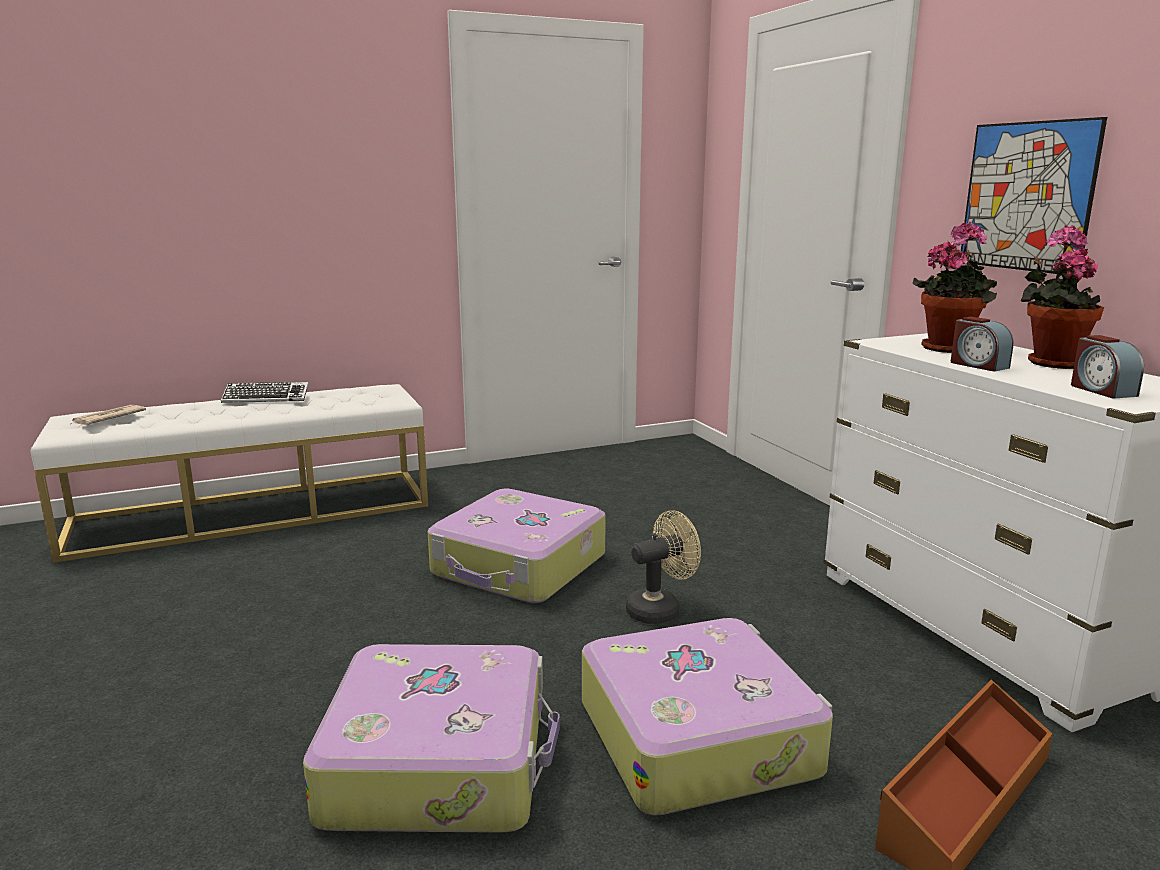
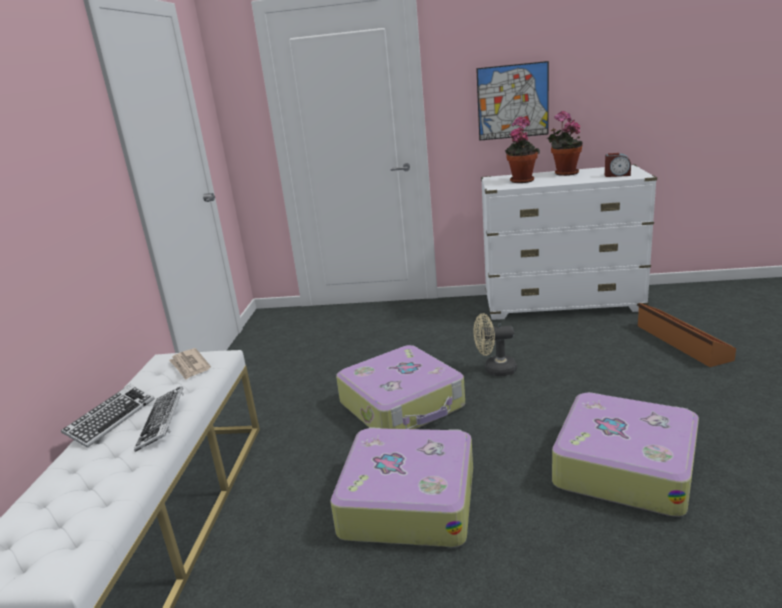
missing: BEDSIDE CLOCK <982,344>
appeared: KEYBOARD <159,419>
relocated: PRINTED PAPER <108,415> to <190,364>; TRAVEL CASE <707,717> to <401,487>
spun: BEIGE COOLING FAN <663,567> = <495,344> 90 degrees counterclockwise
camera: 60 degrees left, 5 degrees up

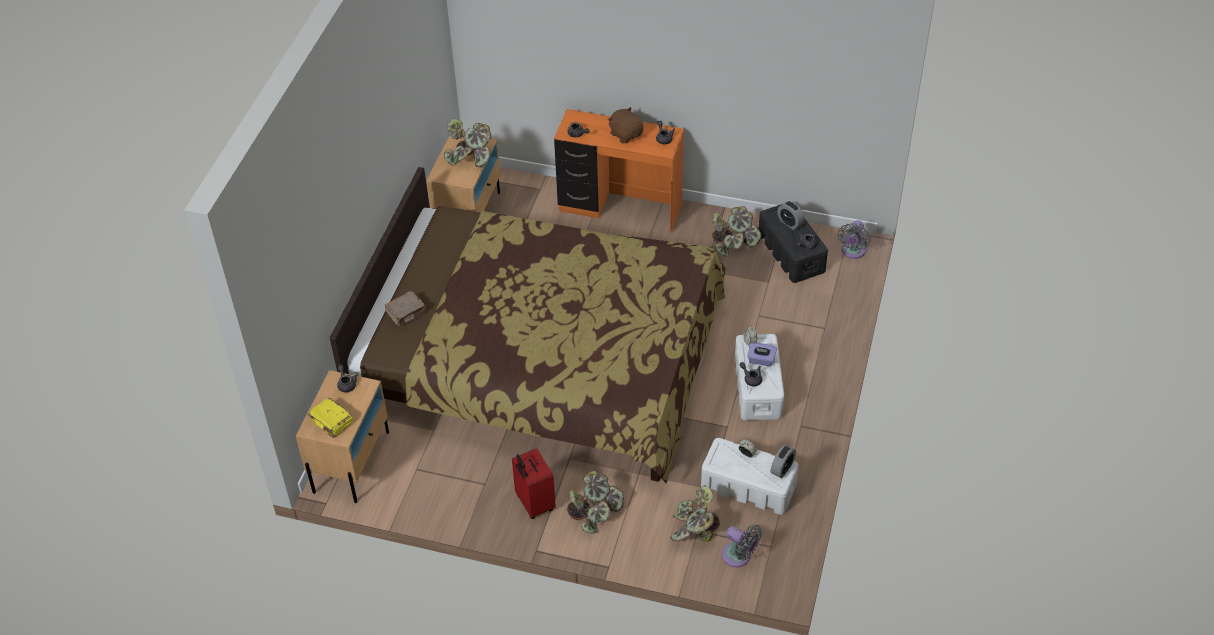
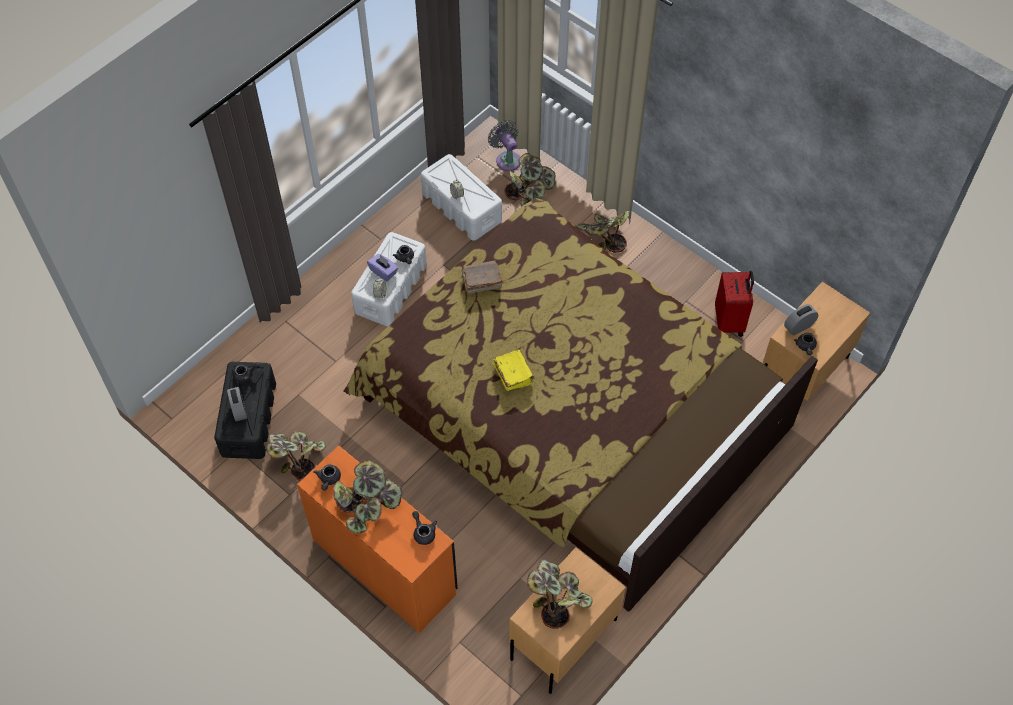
missing: GRAY COOLING FAN <854,239>
relocated: YELLOW-COLOURED VOLUME <330,418> to <514,370>; BROWN VOLUME <406,308> to <482,277>; RED TRAVEL CASE <534,483> to <734,303>; BEDSIDE CLOCK <783,461> to <801,319>
exchanged: BROWN CUDDLY TOY <626,125> to HOUSEPLANT <367,496>
camera: 155 degrees left, 10 degrees up

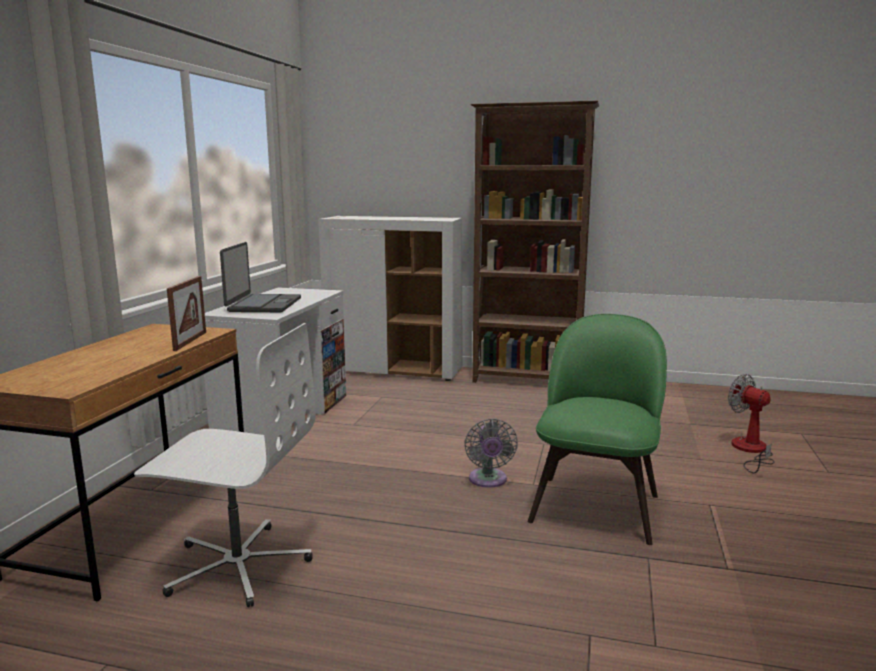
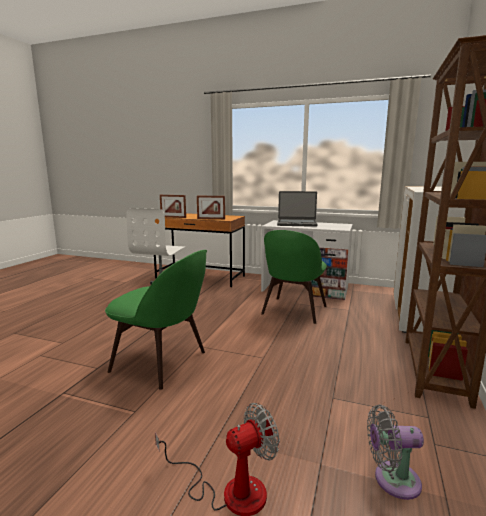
appeared: PHOTO FRAME <173,206>; GREEN CHAIR <294,277>
relocated: GRAY COOLING FAN <491,453> to <395,452>
camera: 95 degrees right, 0 degrees up

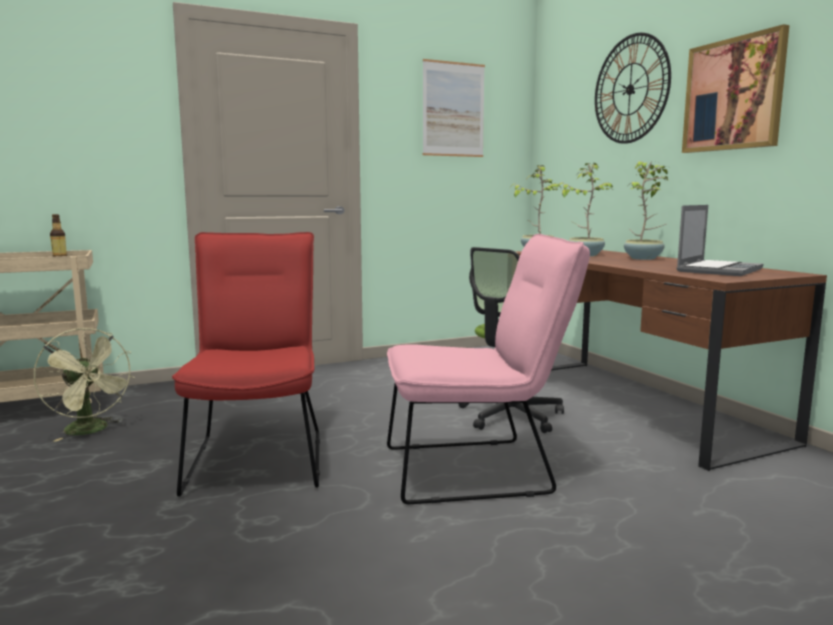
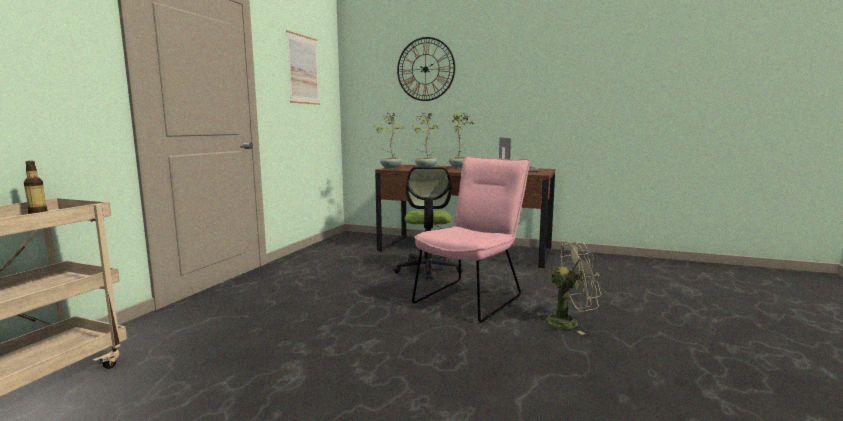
missing: RED CHAIR <246,364>; WALL PICTURE <736,88>
relocated: GREEN COOLING FAN <84,385> to <568,287>
camera: 45 degrees left, 0 degrees up

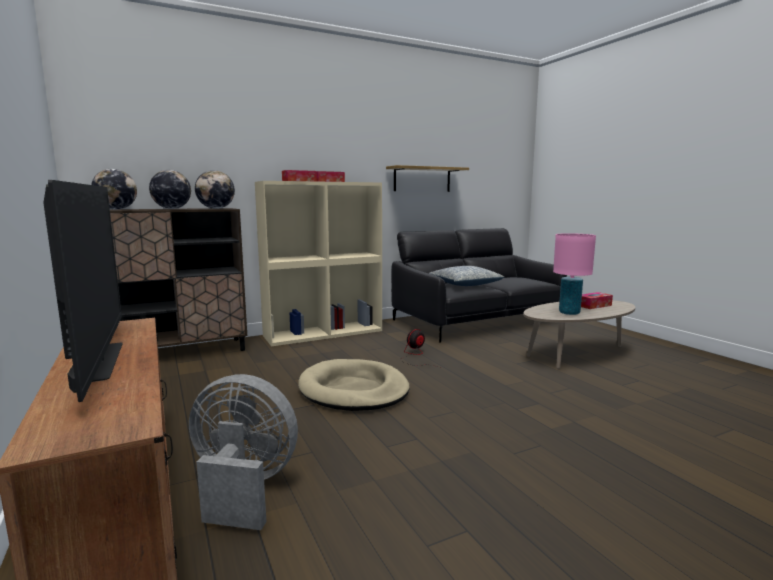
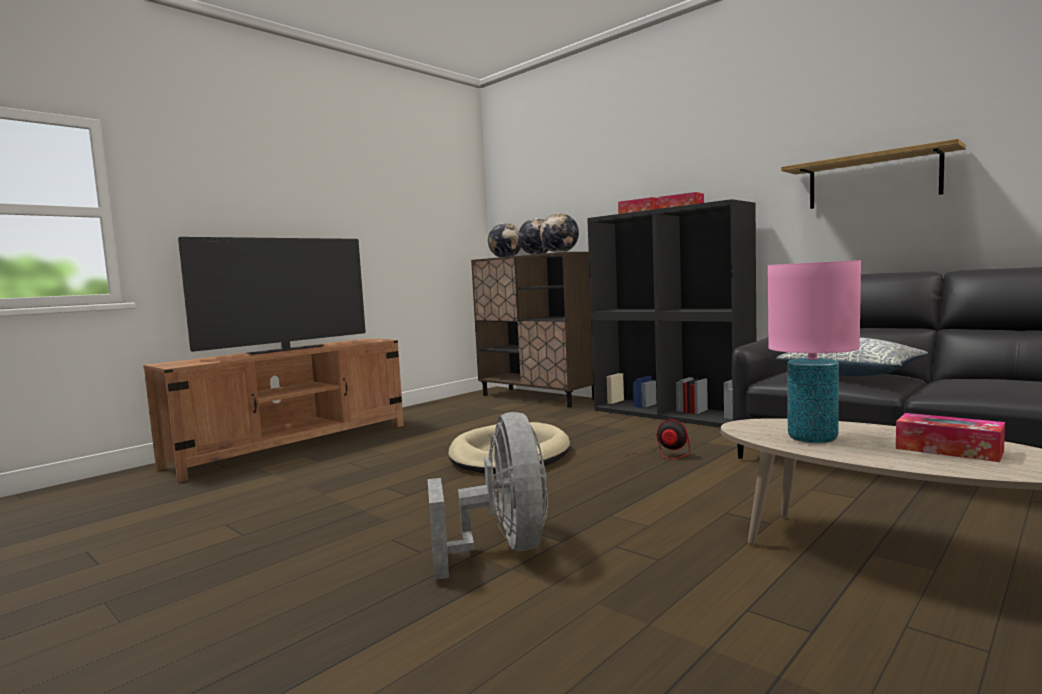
relocated: GRAY COOLING FAN <243,452> to <488,496>
colour: BEIGE BOOKSHELF <318,263> to BLACKISH BOOKSHELF <671,313>
camera: 70 degrees right, 5 degrees down

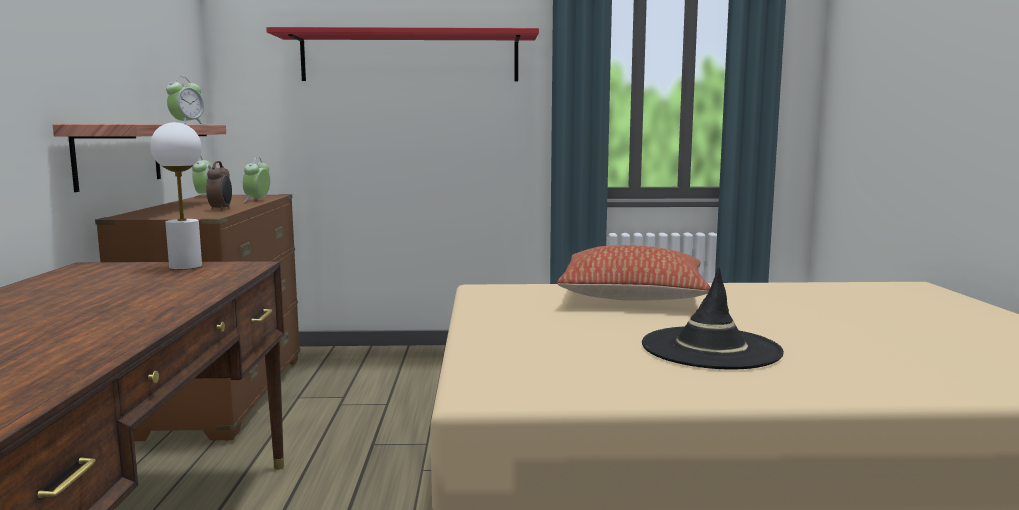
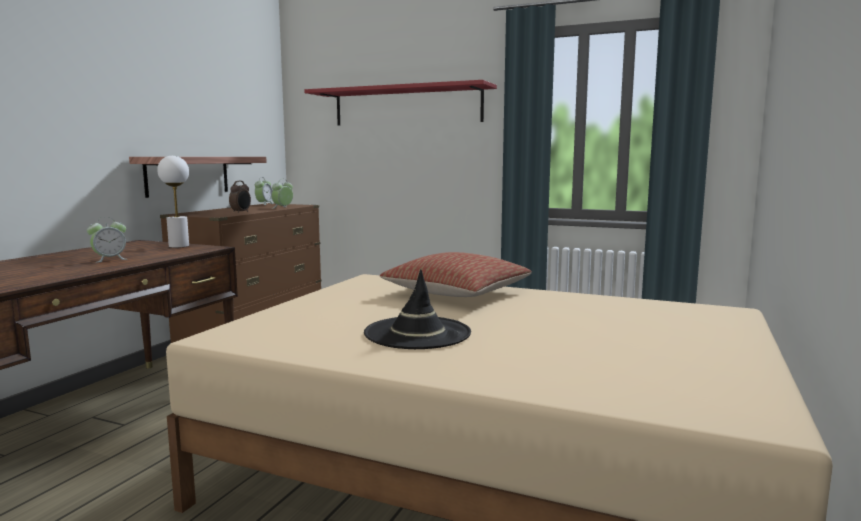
relocated: BEDSIDE CLOCK <185,100> to <107,240>
camera: 25 degrees right, 0 degrees up

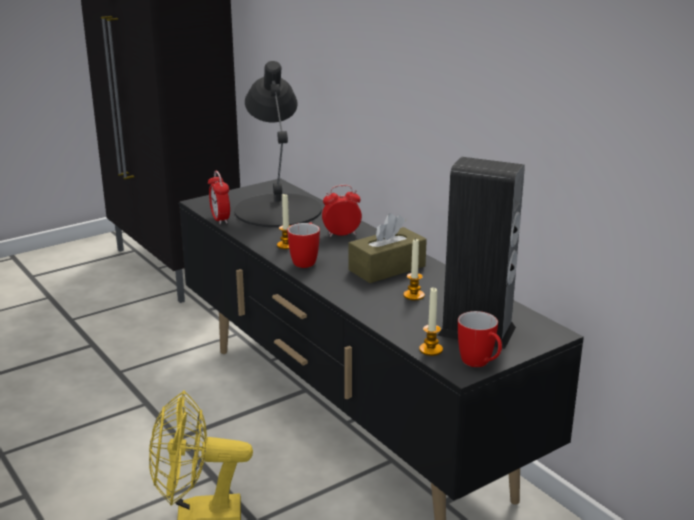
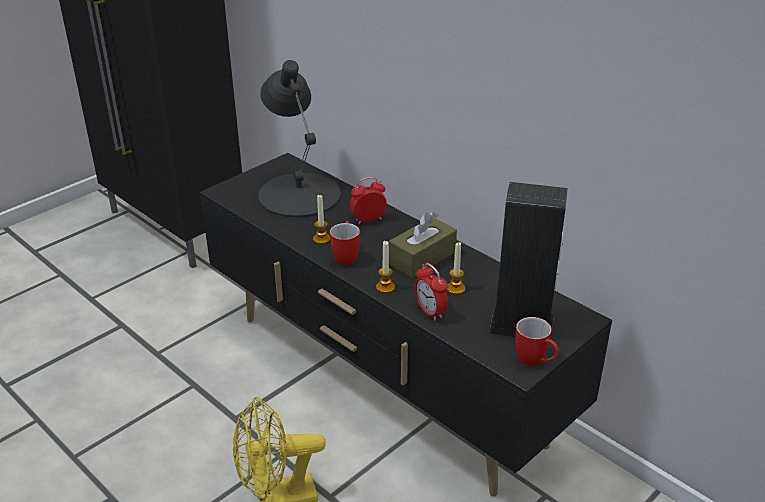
relocated: BEDSIDE CLOCK <219,198> to <431,292>; WAX LIGHT <431,322> to <385,267>
camera: 10 degrees left, 10 degrees up

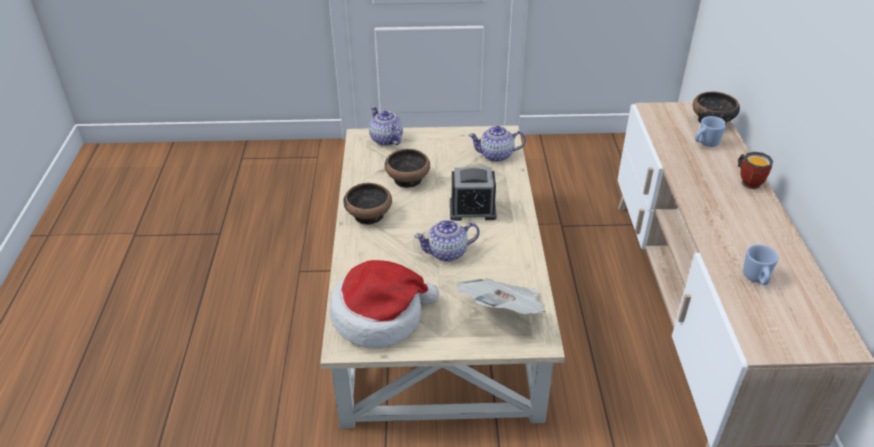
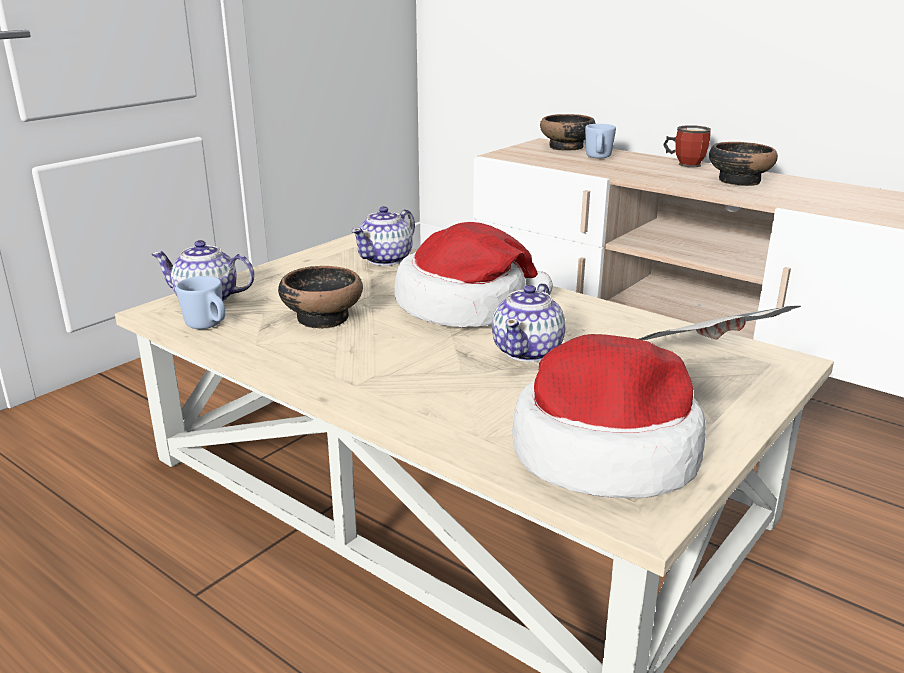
relocated: BOWL <368,204> to <743,164>; BLUISH MUG <761,264> to <200,302>
exchanged: BEDSIDE CLOCK <473,194> to CLOTHING HAT <473,275>
camera: 50 degrees left, 15 degrees down

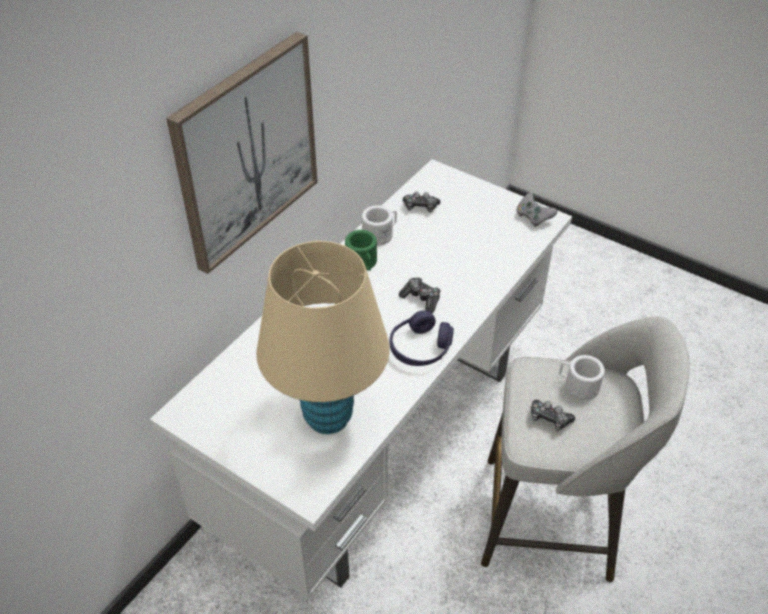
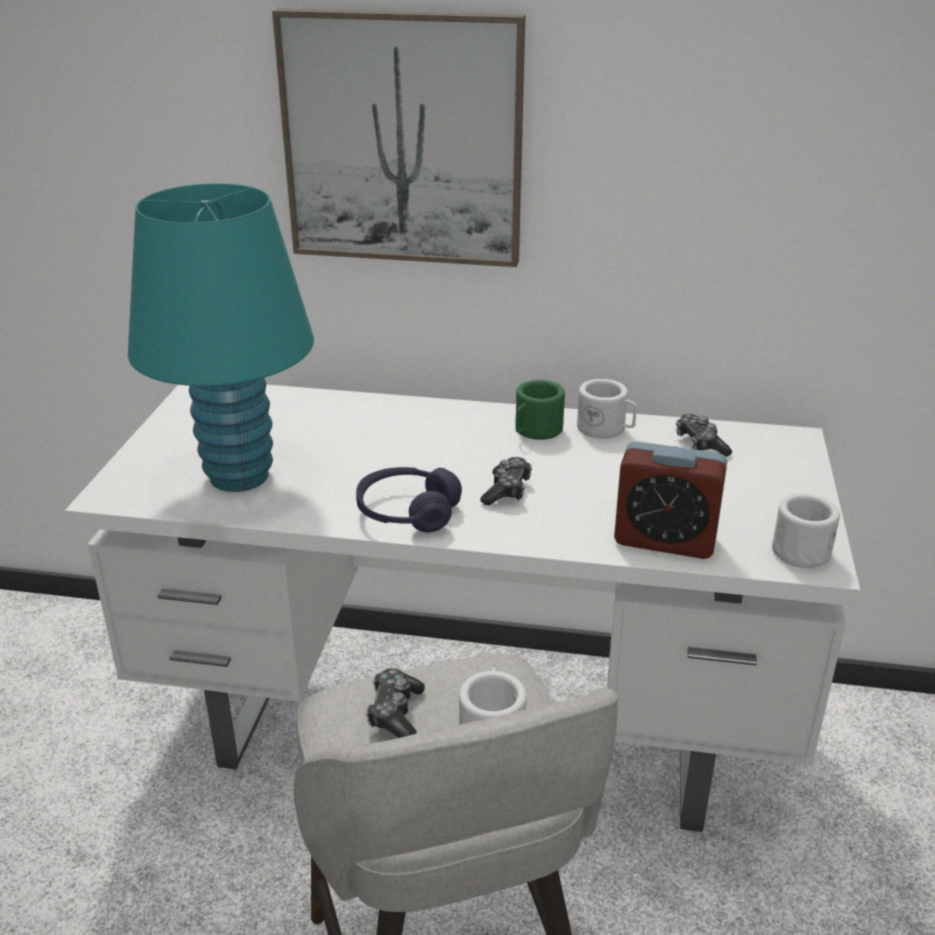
appeared: BEDSIDE CLOCK <670,500>
exchanged: GRAY GAMEPAD <537,209> to WHITE-COLOURED MUG <806,530>
colour: BEIGE TABLE LAMP <323,337> to TURQUOISE TABLE LAMP <221,337>
camera: 65 degrees right, 15 degrees down

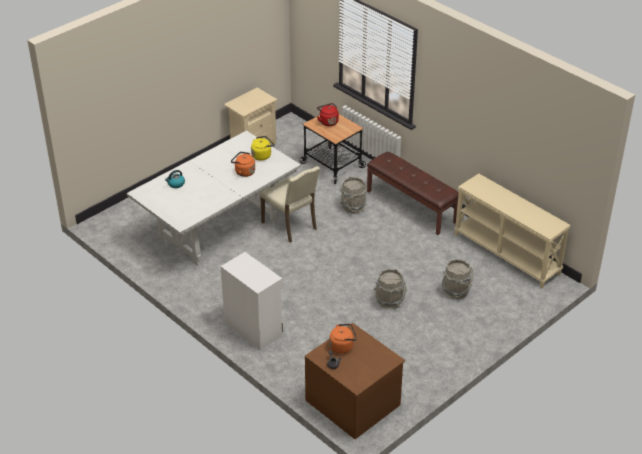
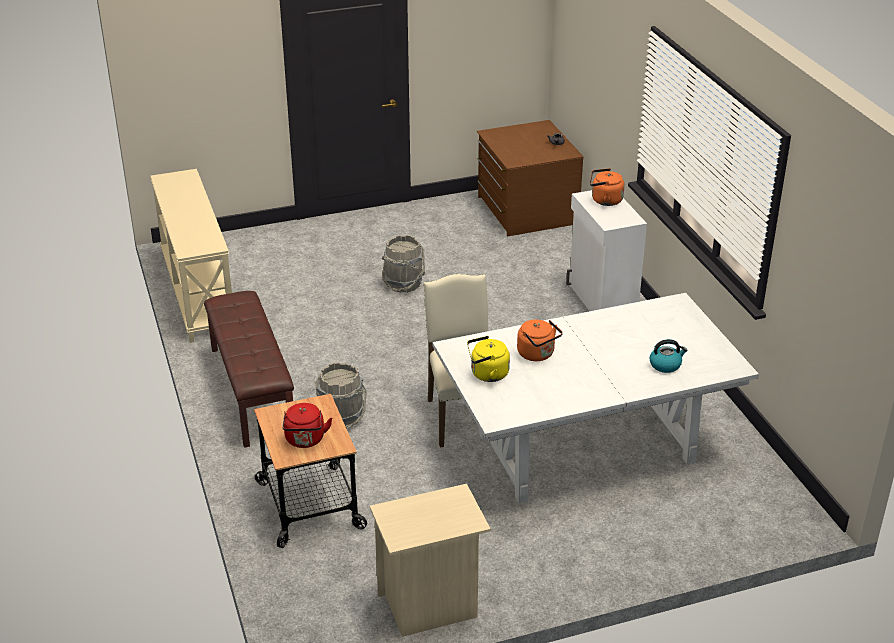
missing: GRAY BUCKET <457,279>
relocated: ORANGEY KETTLE <343,339> to <607,187>
camera: 155 degrees left, 5 degrees down

